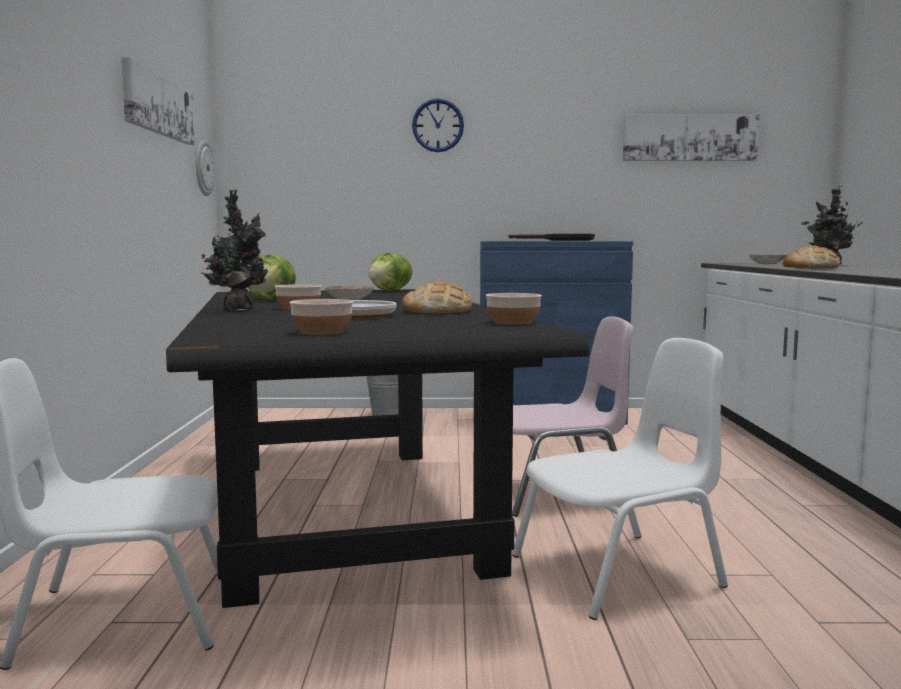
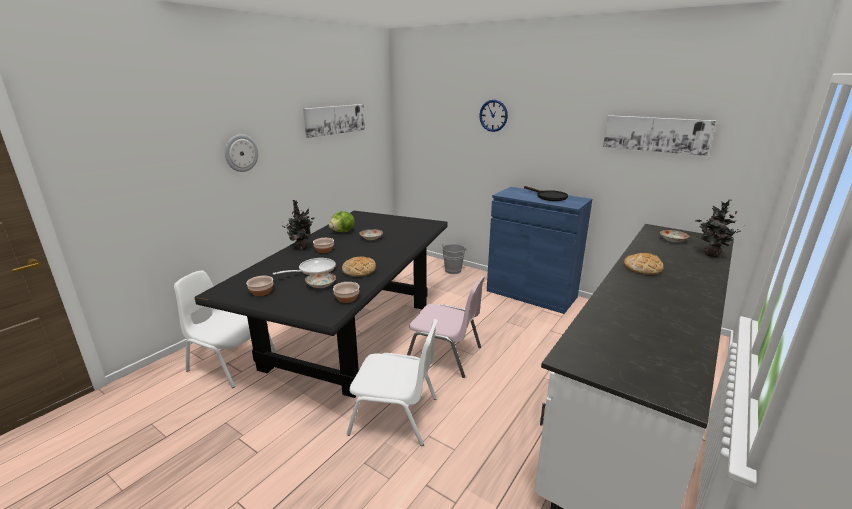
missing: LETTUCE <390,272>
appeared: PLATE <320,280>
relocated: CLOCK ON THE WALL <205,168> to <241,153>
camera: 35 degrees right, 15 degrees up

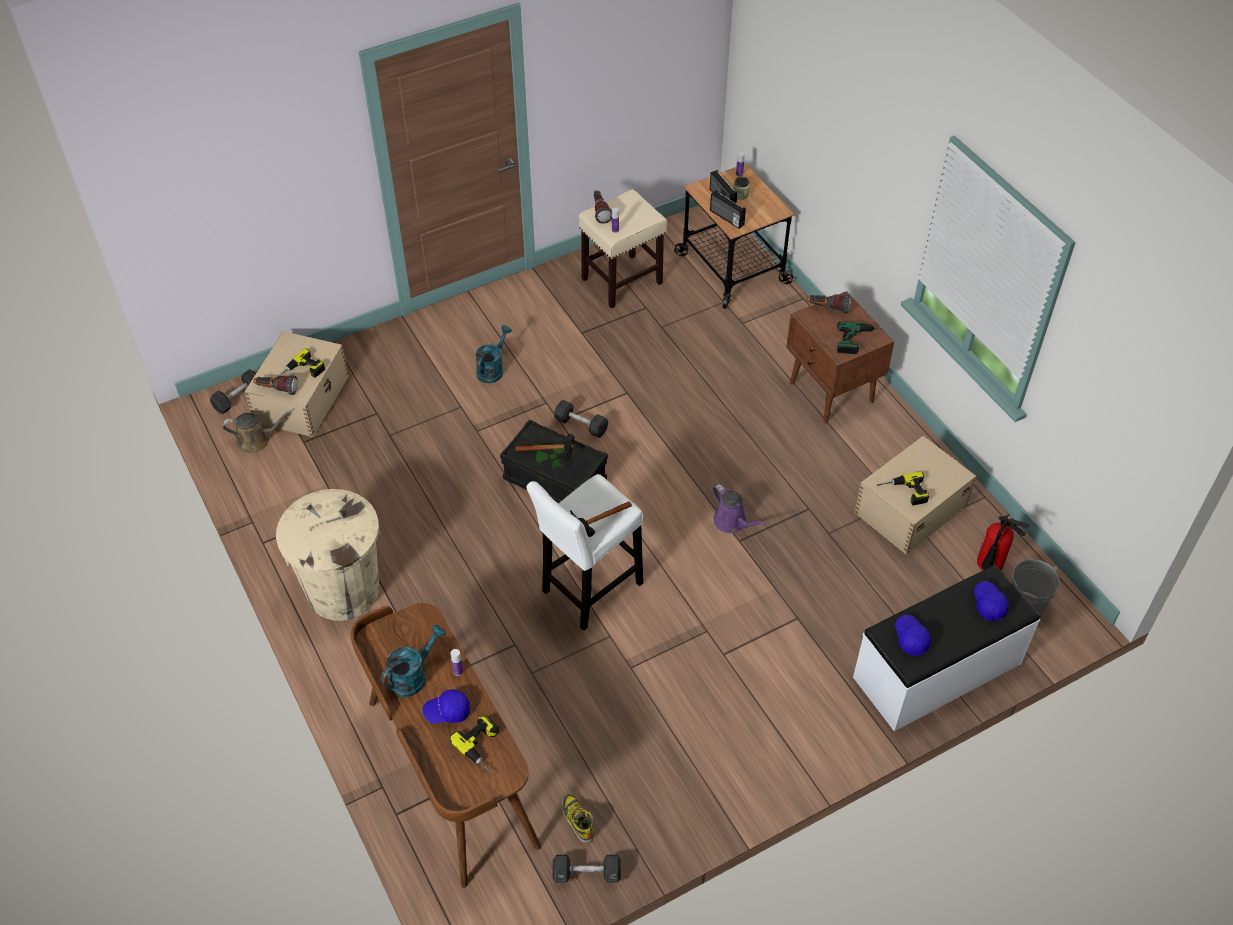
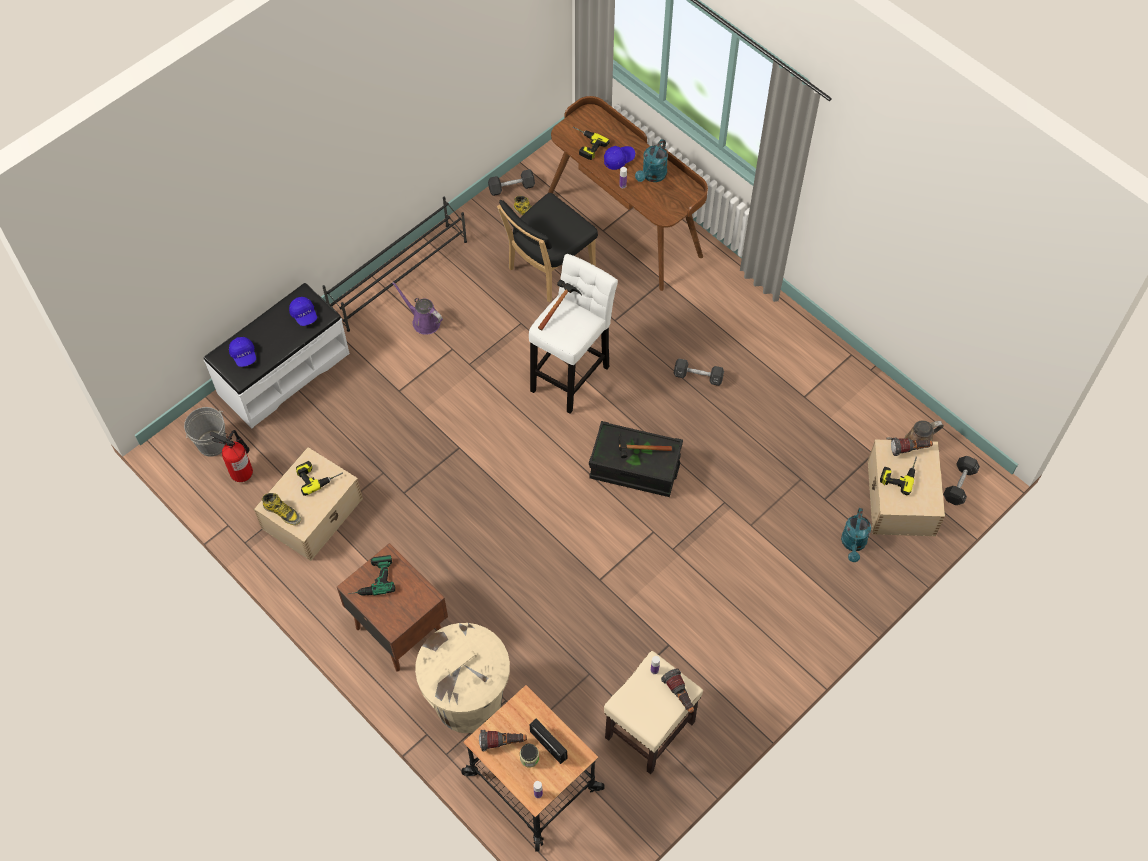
missing: RADIO <728,209>
appeared: HIGH-TOP BOOT <281,509>; BLACKISH SHOE RACK <394,264>; BLACKISH CHAIR <547,247>
relocated: BEIGE TRASH CAN <328,555> to <462,678>; TURQUOISE WATERING CAN <493,354> to <856,535>; BLACKISH DUMBBELL <581,419> to <699,372>; PURPLE WATERING CAN <739,508> to <417,308>; HAND TORCH <828,304> to <503,740>
camera: 165 degrees right, 10 degrees up

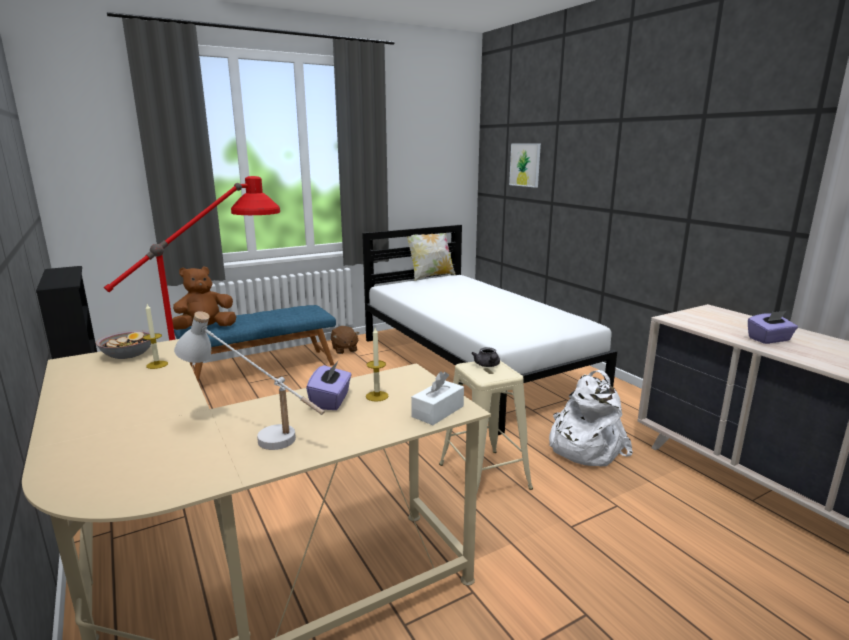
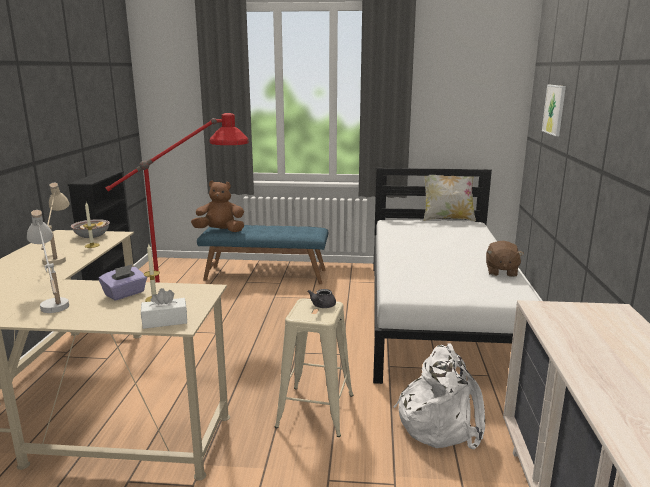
missing: PURPLE TISSUE HOLDER <773,327>
appeared: BEIGE TABLE LAMP <55,224>
relocated: BROWN CUDDLY TOY <345,340> to <505,259>
camera: 35 degrees right, 0 degrees up

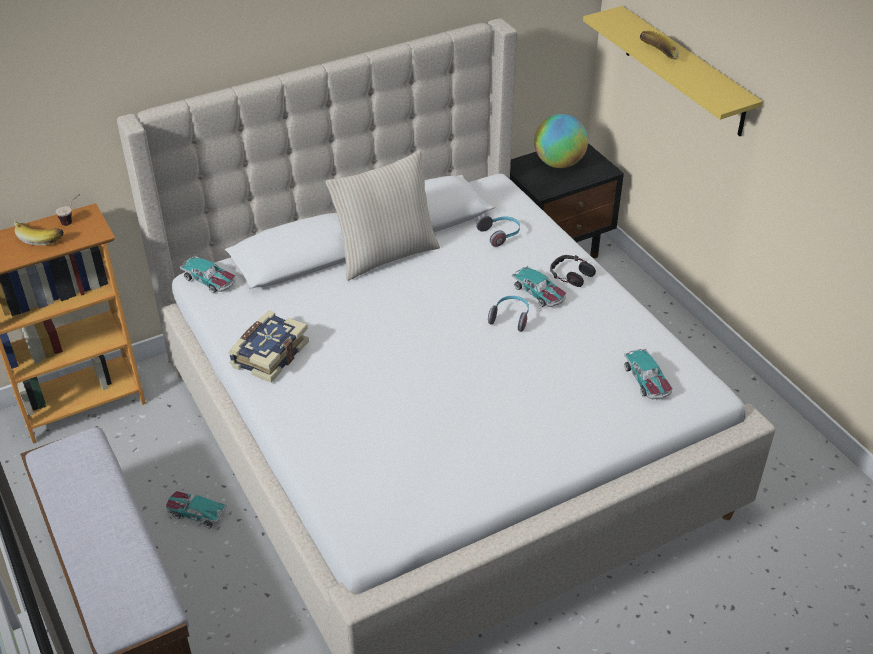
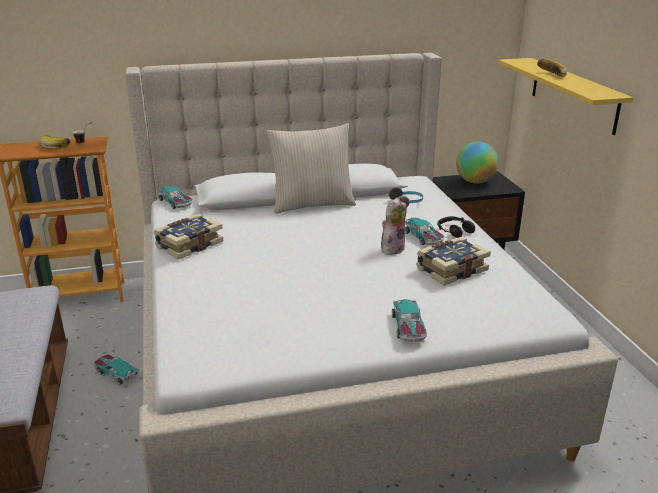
appeared: VOLUME <453,261>
relocated: MINIATURE CAR <648,373> to <409,320>
exchanged: HEADSET <508,314> to CUDDLY TOY <394,226>
camera: 15 degrees right, 15 degrees down

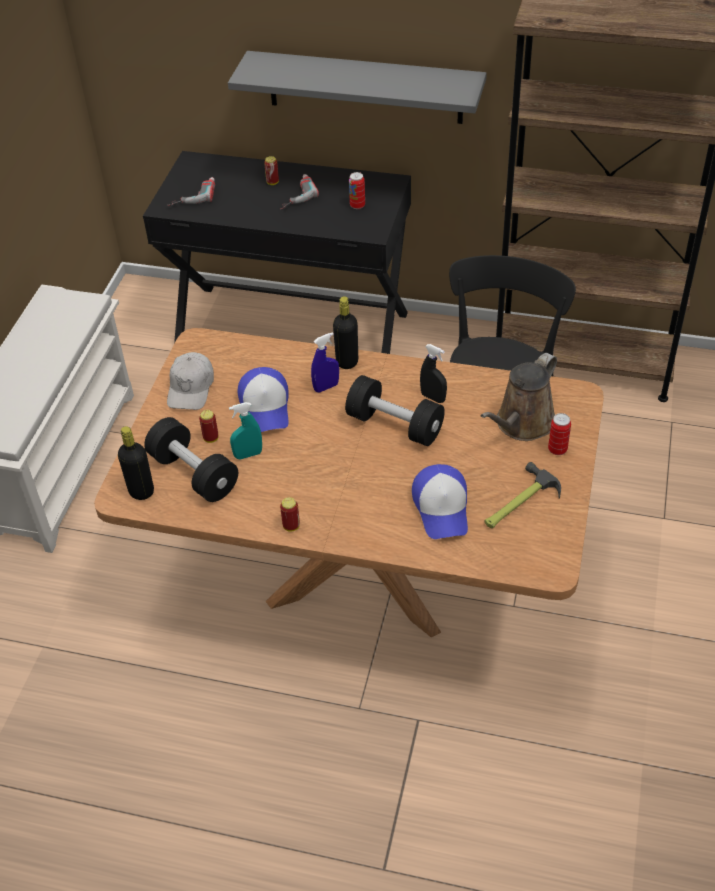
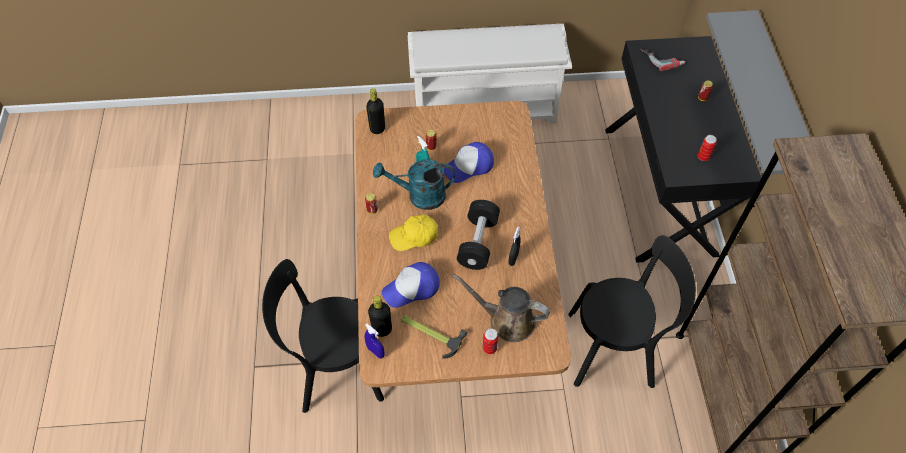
missing: BLACKISH DUMBBELL <191,459>; WHITE-COLOURED CAP <190,381>; DRILL <299,192>
appeared: BLACKISH CHAIR <323,336>; TURQUOISE WATERING CAN <414,184>; YELLOW-COLOURED CAP <413,233>
relocated: BLUISH HAND SPRAYER <325,362> to <375,341>; BLACKISH BEVERAGE BOTTLE <345,332> to <380,316>
camera: 70 degrees right, 10 degrees up

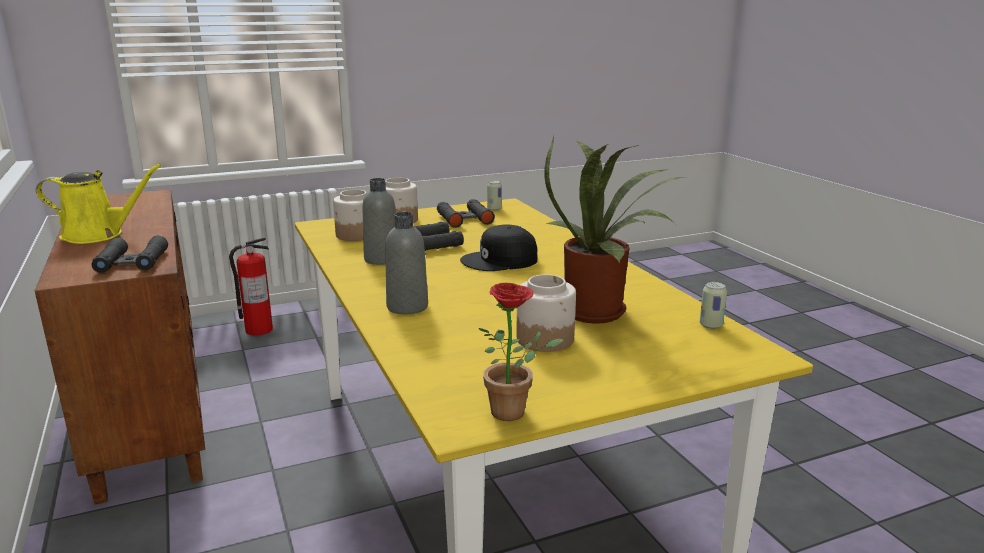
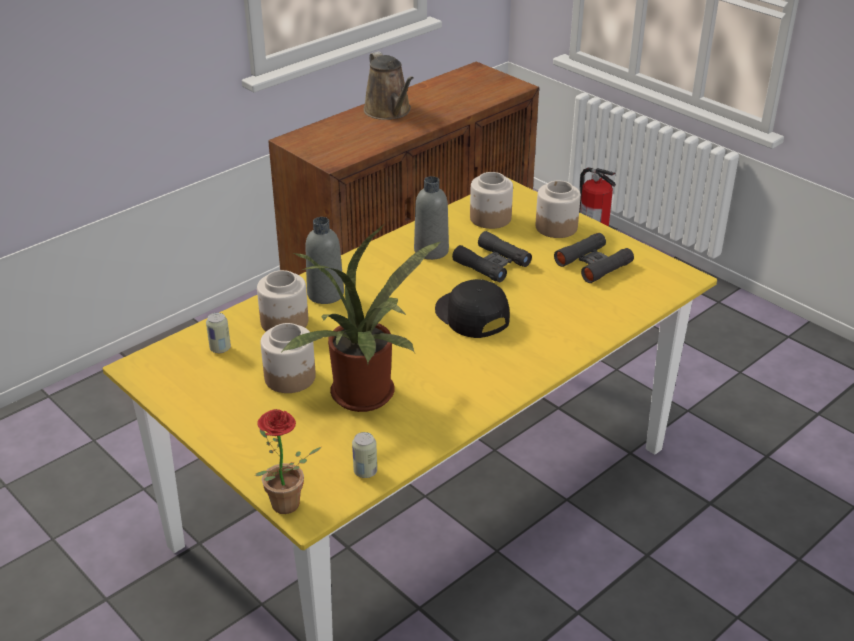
missing: BLACKISH PAIR OF BINOCULARS <130,254>
appeared: PRESERVE JAR <282,300>
relocated: HOUSEPLANT <521,352> to <288,461>; SEALED CAN <494,195> to <218,333>
colour: YELLOW-COLOURED WATERING CAN <99,204> to BROWN WATERING CAN <388,85>
camera: 70 degrees right, 15 degrees up

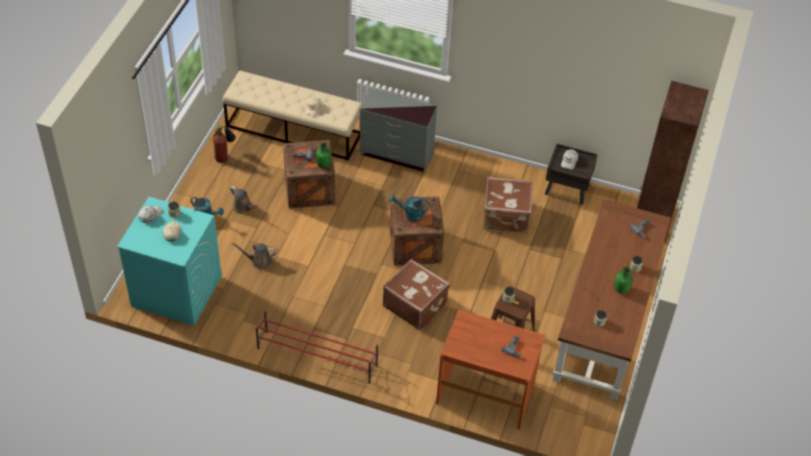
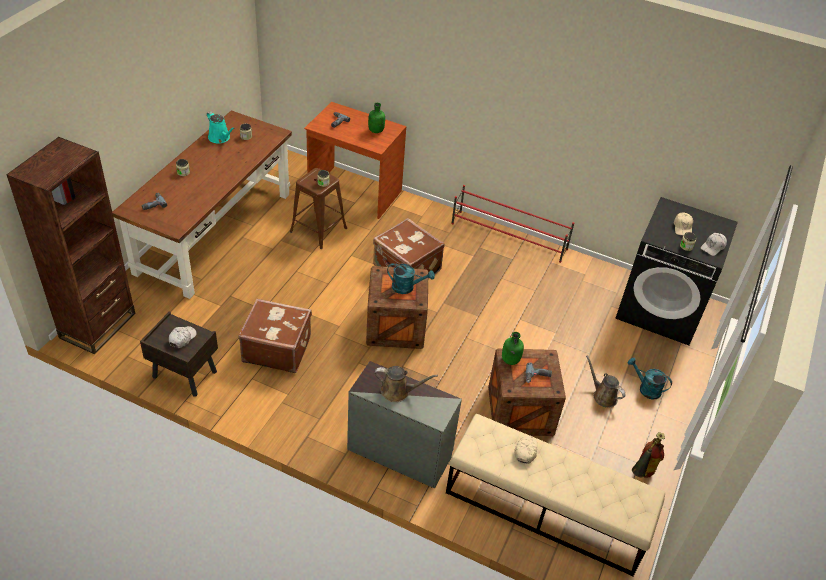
appeared: TURQUOISE WATERING CAN <221,127>
relocated: BROWN WATERING CAN <253,256> to <406,384>; GREEN BEVERAGE BOTTLE <623,280> to <376,118>
colour: TURQUOISE LAUNDRY APPLIANCE <169,261> to BLACKISH LAUNDRY APPLIANCE <676,271>
camera: 175 degrees left, 5 degrees down

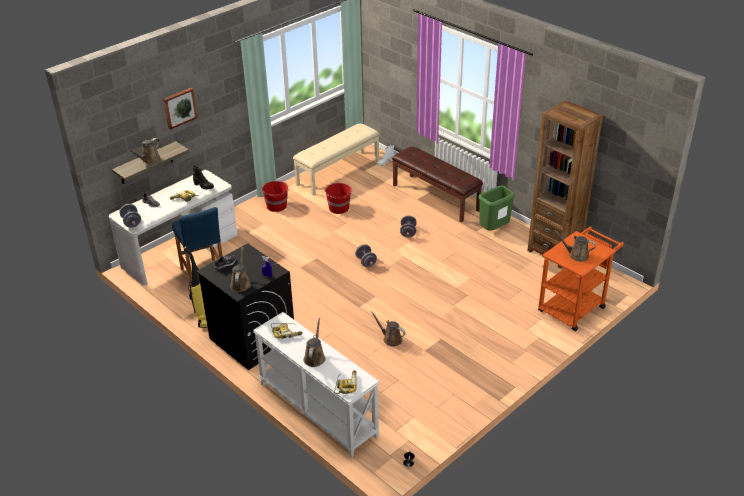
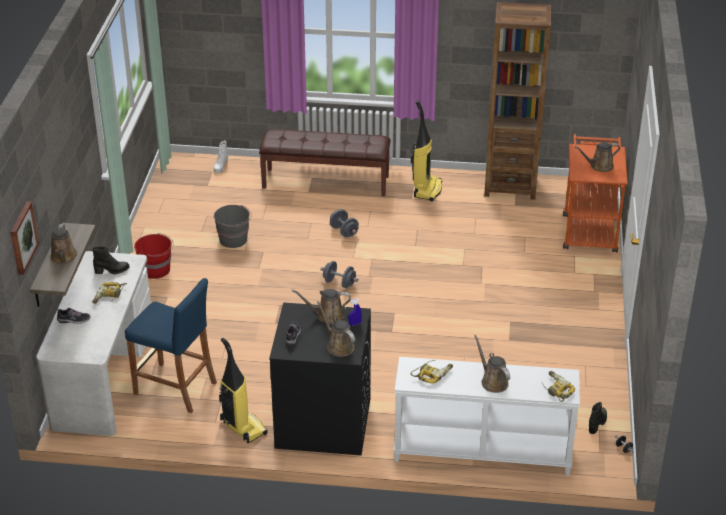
missing: GRAY DUMBBELL <130,216>; BEIGE INDOOR BENCH <336,159>
appeared: BLACKISH HIGH-TOP BOOT <598,418>
relocated: WALL PICTURE <180,109> to <24,238>; BROWN WATERING CAN <388,329> to <321,306>
exchanged: GREEN TRASH CAN <496,208> to VACUUM CLEANER <426,150>
colour: RED BUCKET <338,198> to GRAY BUCKET <233,226>
camera: 40 degrees left, 0 degrees up

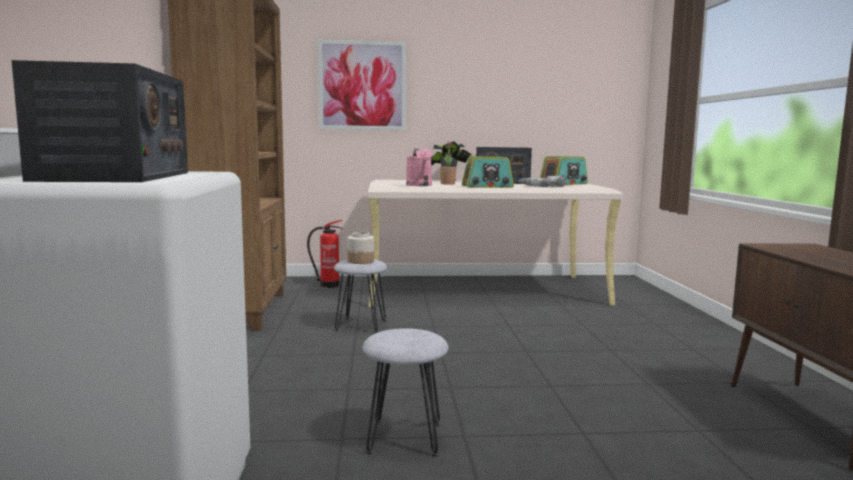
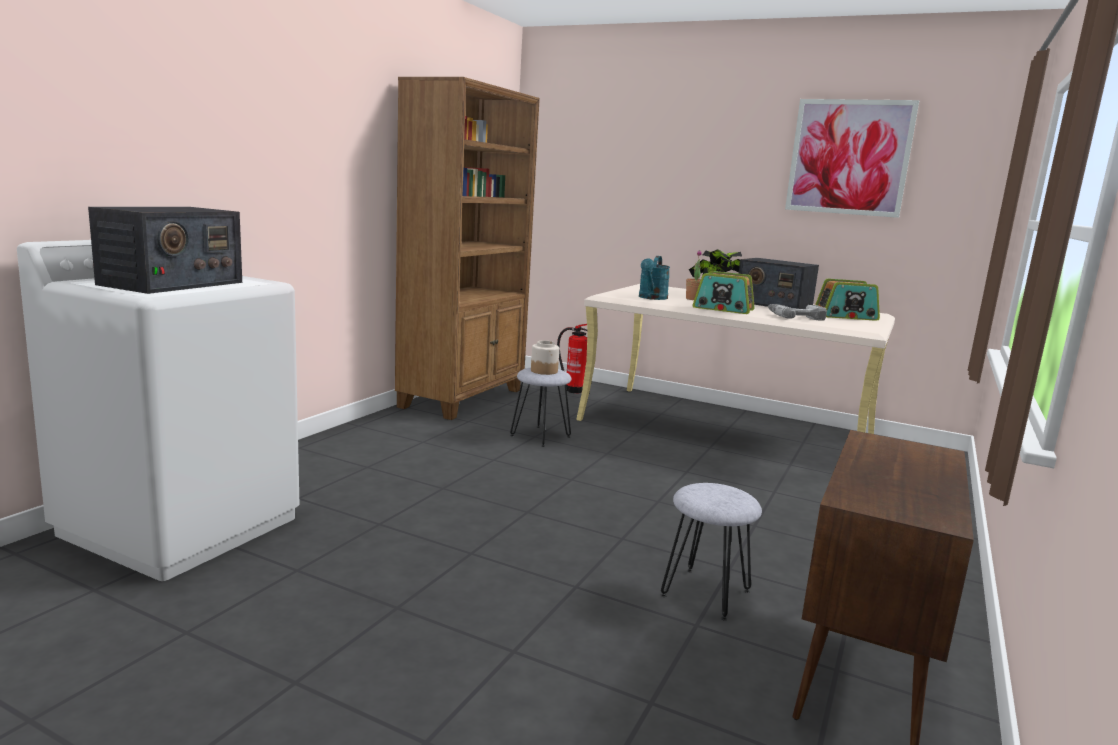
relocated: WALL PICTURE <362,85> to <852,158>; GRAY STOOL SEAT <405,392> to <711,551>
colour: PINK-COLOURED WATERING CAN <419,167> to TURQUOISE WATERING CAN <654,278>
camera: 30 degrees right, 5 degrees up

